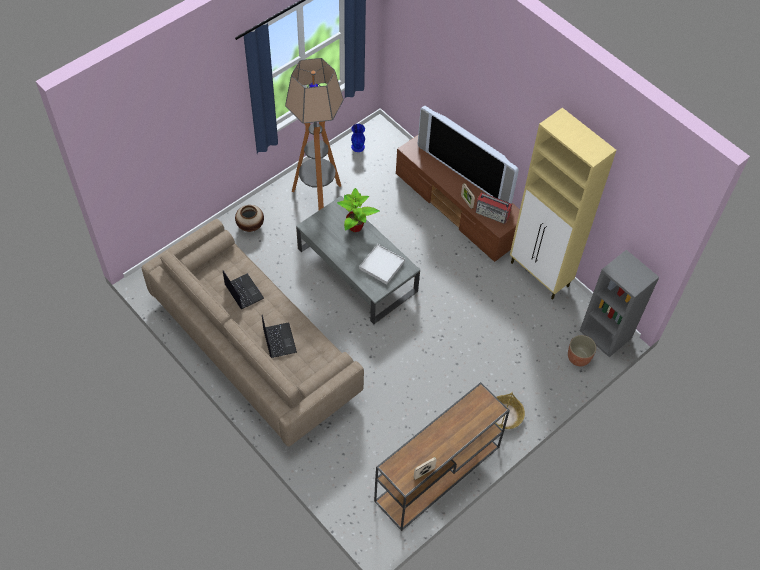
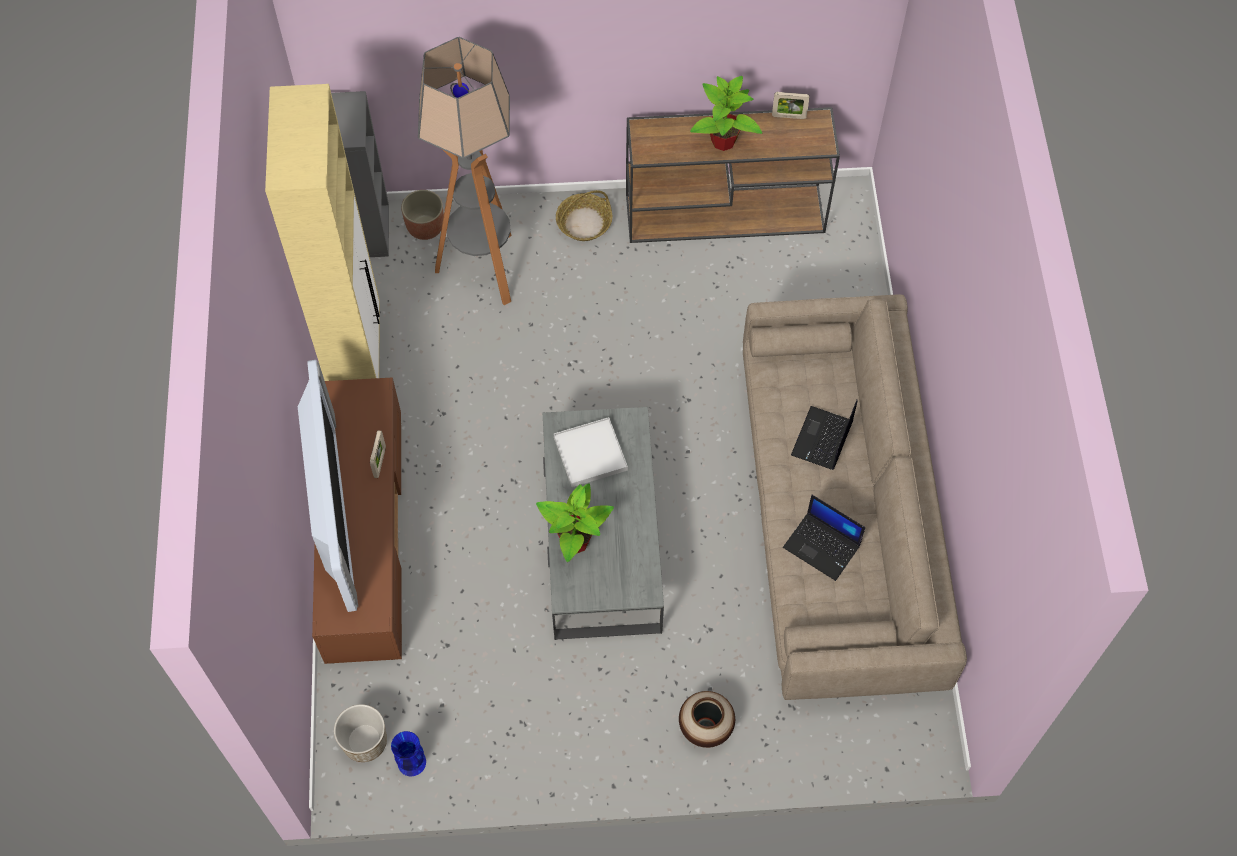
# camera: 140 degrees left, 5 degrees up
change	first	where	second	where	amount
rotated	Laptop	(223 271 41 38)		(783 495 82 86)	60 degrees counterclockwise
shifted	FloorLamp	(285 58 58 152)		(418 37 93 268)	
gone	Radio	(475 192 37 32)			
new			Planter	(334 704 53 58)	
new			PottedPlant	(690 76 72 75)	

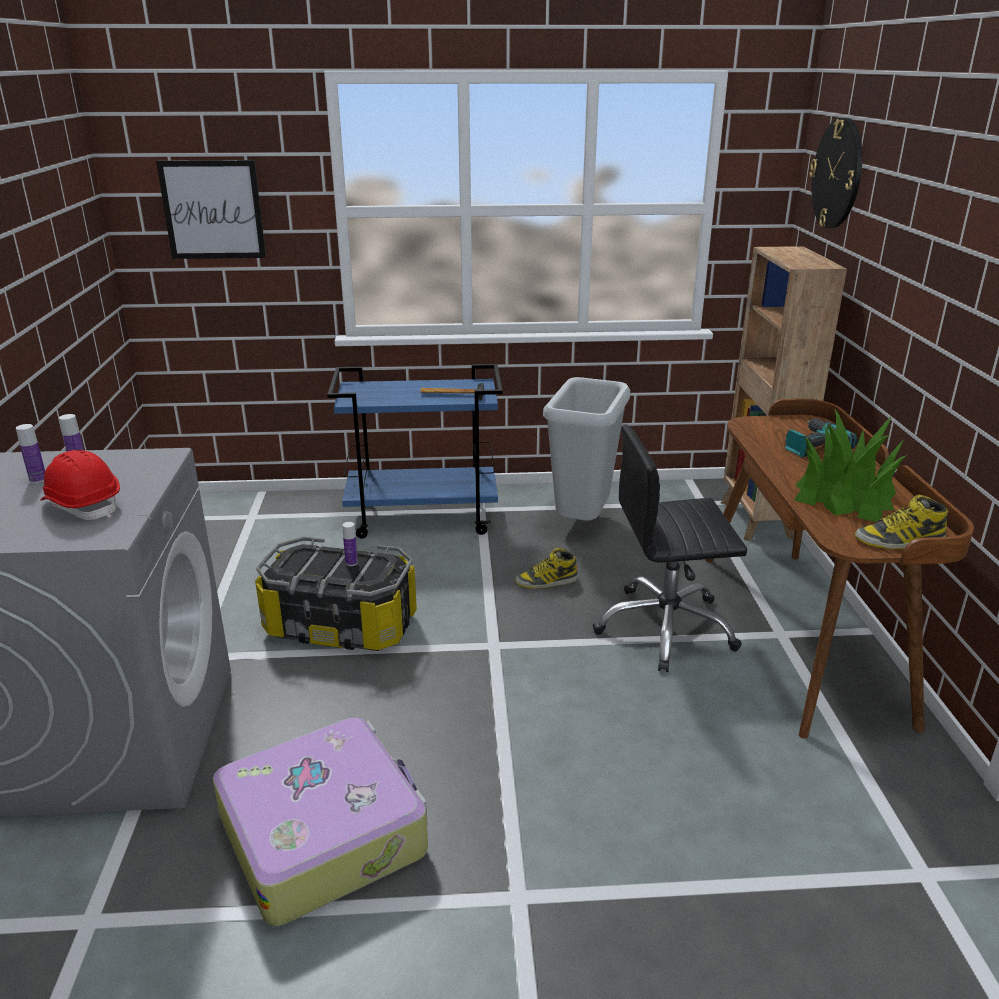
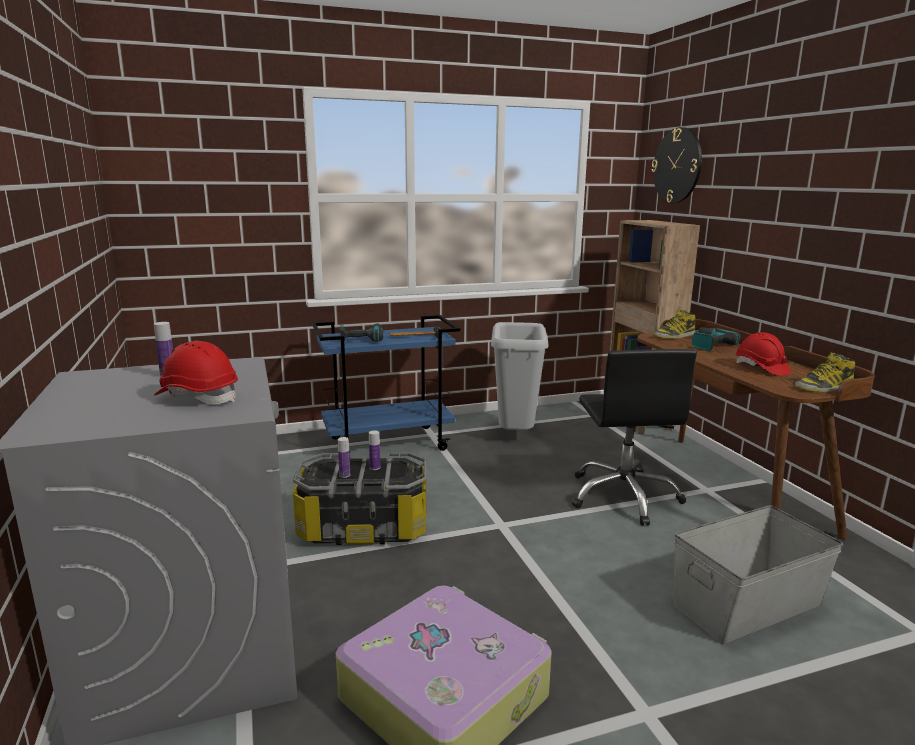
# camera: 15 degrees left, 10 degrees down
change	first	where	second	where	amount
shifted	Bottle	(16 424 29 59)		(338 437 12 41)	
gone	Picture	(156 160 110 99)			
shifted	Boot	(515 548 63 41)		(653 309 43 30)	
rotated	BlackOfficeChair	(593 425 154 247)		(572 349 125 177)	75 degrees counterclockwise
swapped	PottedPlant	(794 409 113 113)	RedHardHat	(736 332 55 44)	
new			PowerDrill	(340 323 43 19)	
new			GreyStorageBox	(674 505 169 139)	

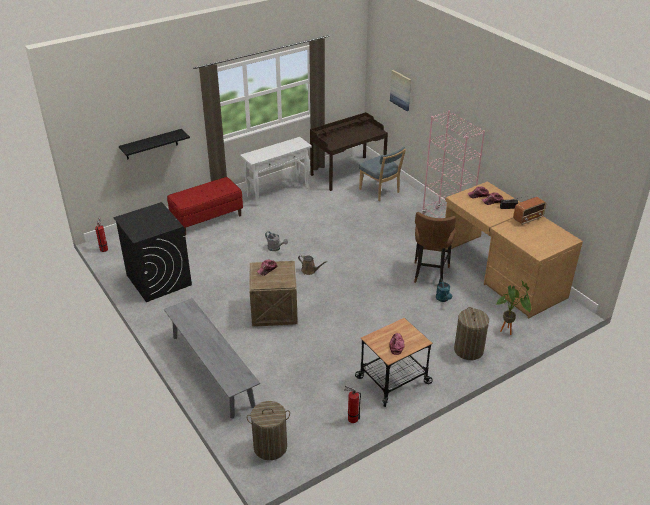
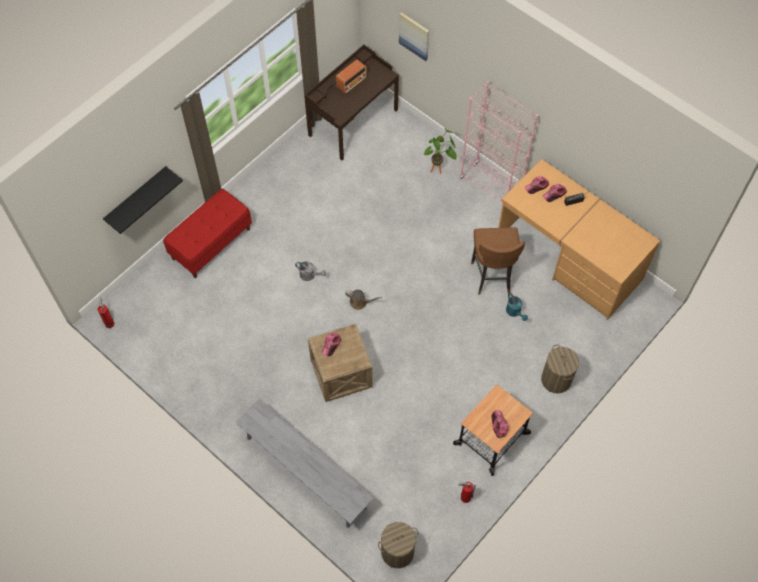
# camera: 15 degrees left, 25 degrees up
change	first	where	second	where	amount
gone	BlackWashingMachine	(113 202 79 100)			
gone	WhiteConsoleTable	(240 137 72 69)			
gone	BlueChair	(359 147 47 54)			
shifted	PottedPlant	(496 281 35 54)		(423 129 34 45)	
shifted	Radio	(513 197 33 28)		(336 60 31 33)	

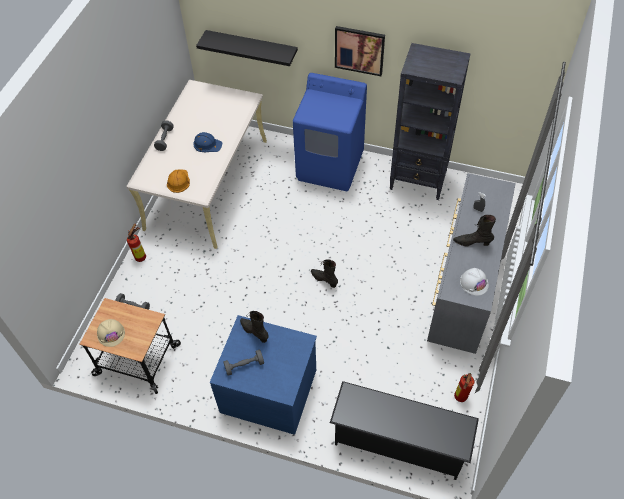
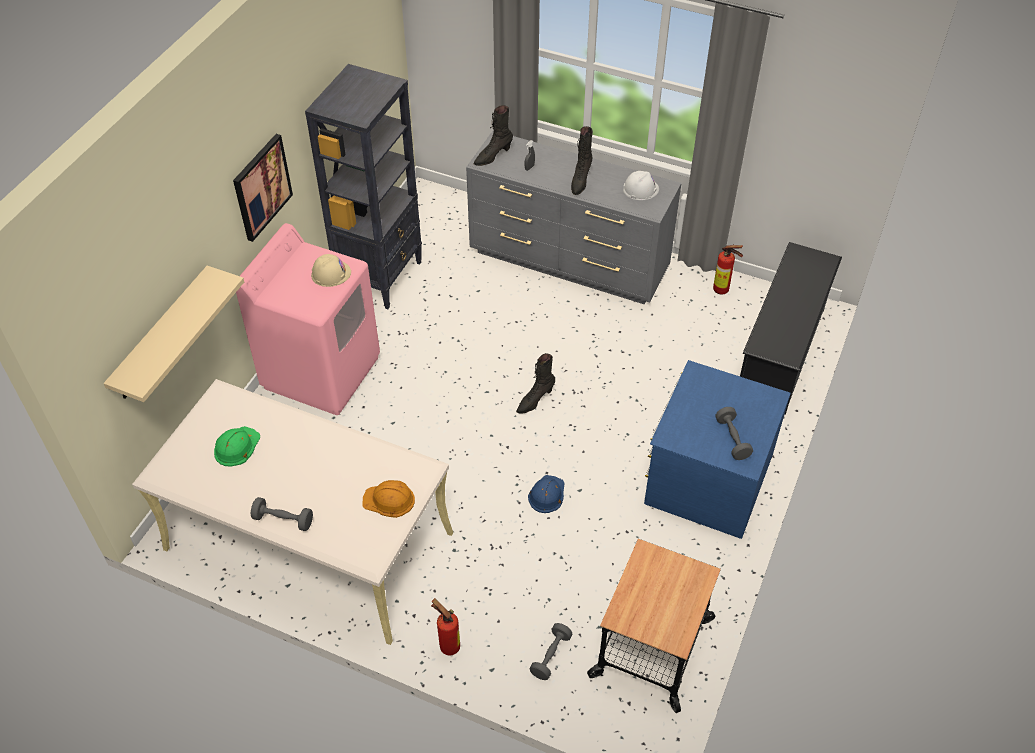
# camera: 85 degrees left, 5 degrees down
change	first	where	second	where	amount
shifted	BeigeHardHat	(97 319 28 28)		(311 254 40 33)	
shifted	BlueHardHat	(193 132 30 20)		(528 475 36 38)	
repainted	BlackShelf	(196 30 102 36)	BeigeShelf	(104 266 140 136)	
shifted	BlackBoot	(240 311 28 32)		(473 105 40 61)	
repainted	BlueWashingMachine	(293 73 74 118)	PinkWashingMachine	(236 223 144 192)	
new			GreenHardHat	(214 426 46 41)	

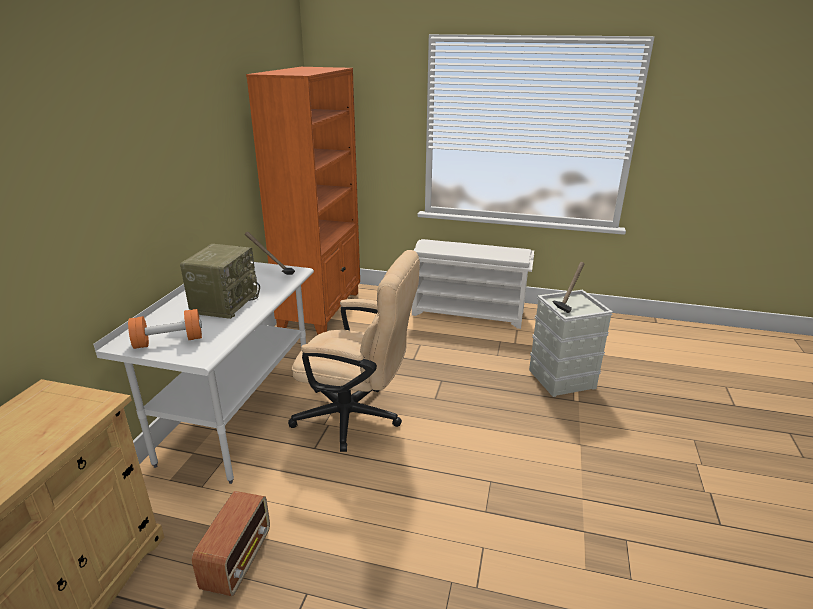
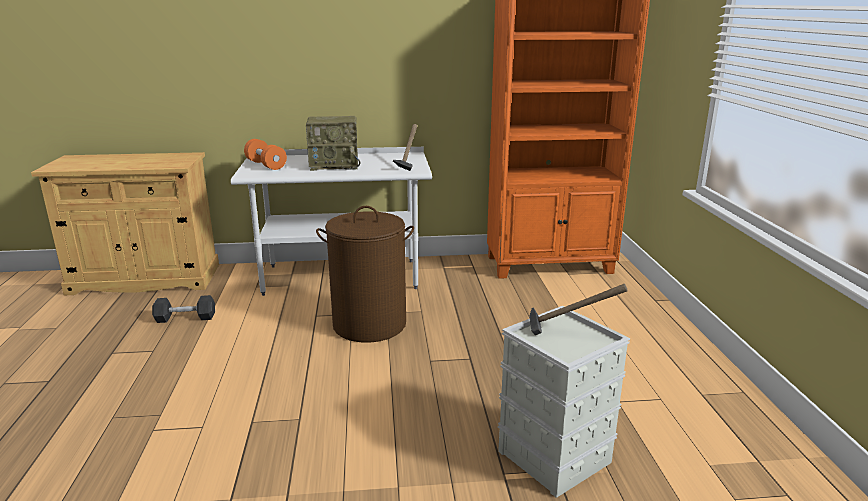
# camera: 70 degrees right, 5 degrees down
change	first	where	second	where	amount
swapped	Radio	(192 491 78 105)	GreyDumbbell	(152 295 63 28)	
swapped	BeigeOfficeChair	(288 250 132 202)	BrownLaundryBasket	(316 206 98 137)	
gone	WhiteShoeRack	(412 239 122 90)			

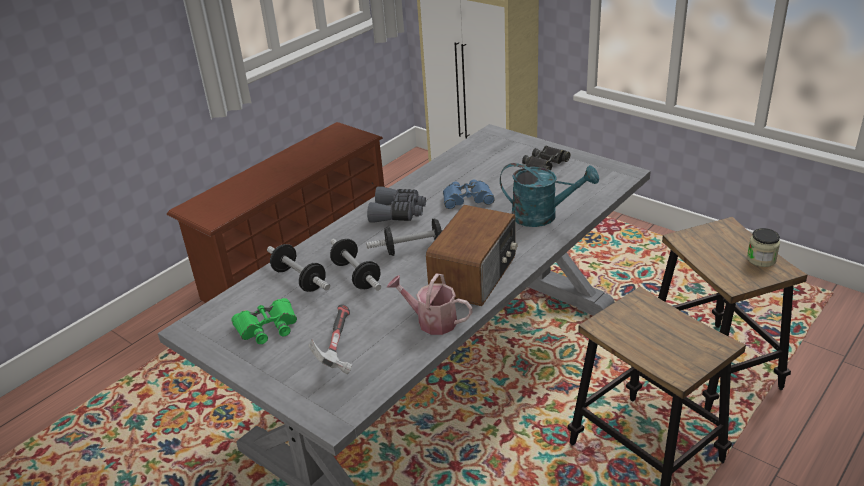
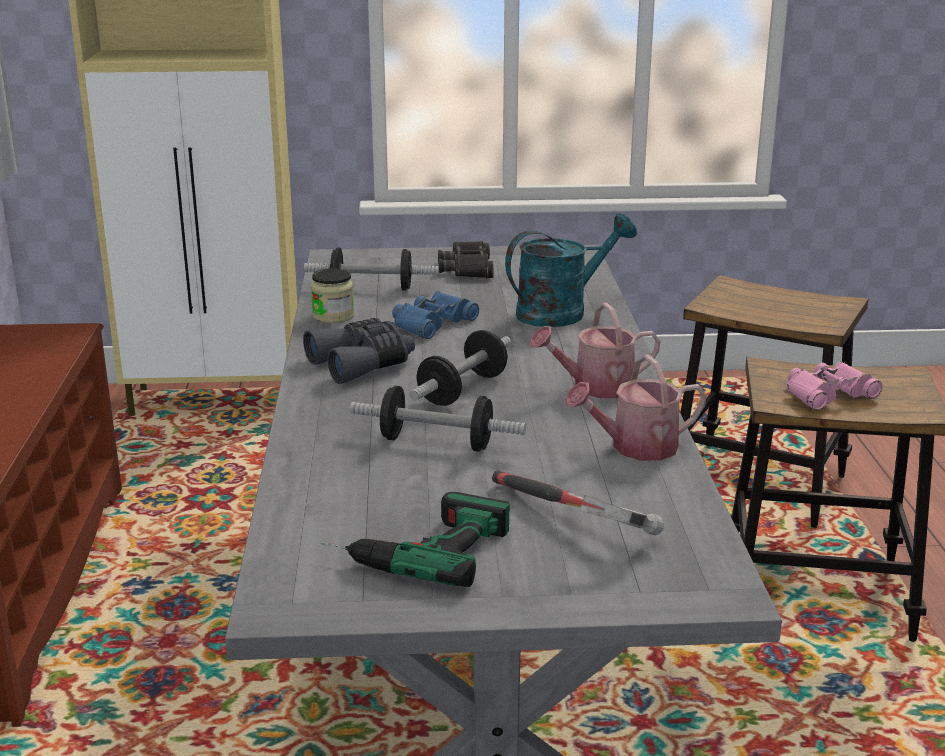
# camera: 45 degrees left, 10 degrees down
change	first	where	second	where	amount
swapped	GreenBinoculars	(231 298 66 46)	PowerDrill	(321 492 189 95)	
shifted	Dumbbell	(267 244 63 48)		(304 248 135 43)	
swapped	Radio	(426 205 92 101)	WateringCan	(530 302 130 96)	
shifted	Jar	(747 228 33 39)		(311 268 44 55)	
new			PinkBinoculars	(787 361 95 50)	

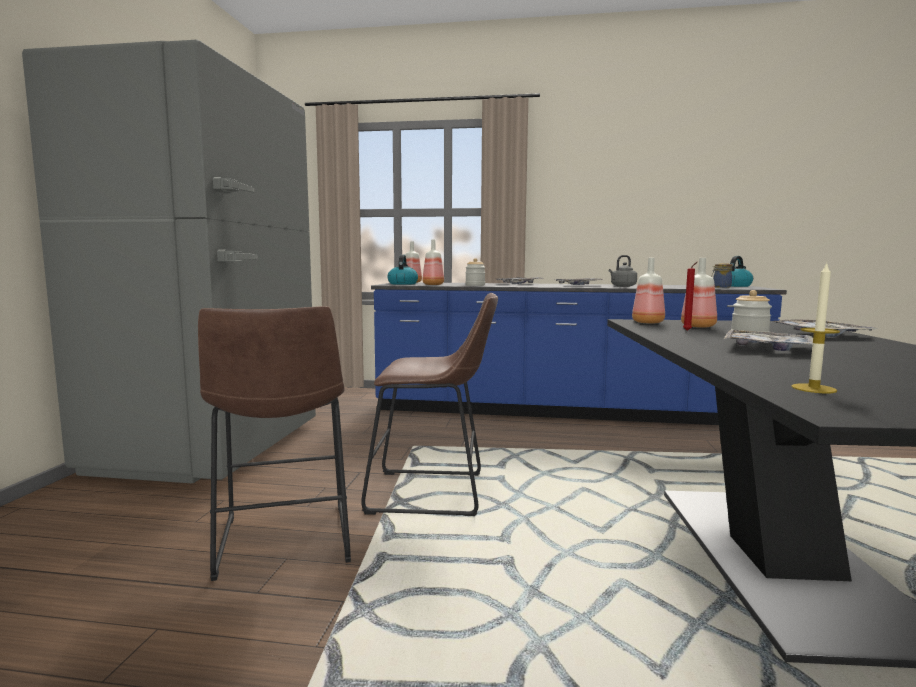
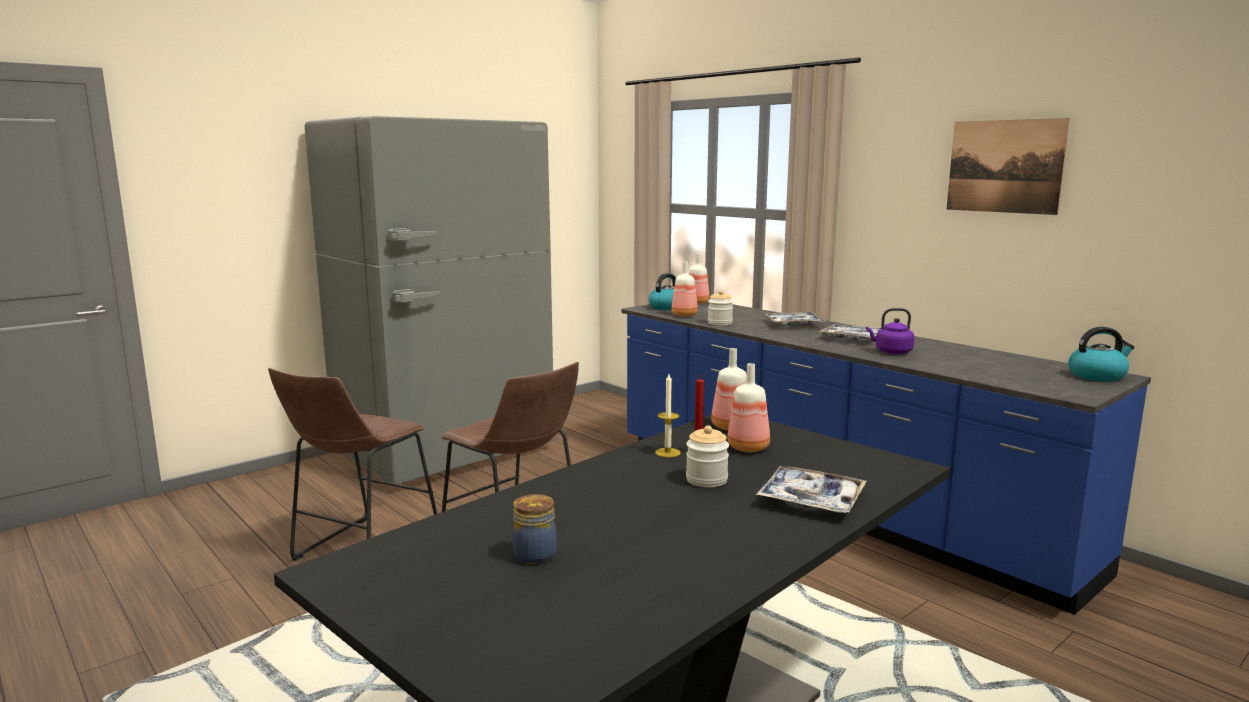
# camera: 40 degrees right, 5 degrees up
change	first	where	second	where	amount
repainted	GreyKettle	(609 255 28 32)	PurpleKettle	(866 308 49 46)	
shifted	Jar	(711 263 22 25)		(513 494 44 70)	
gone	Tray	(724 330 89 21)			
shifted	Candle	(791 262 49 131)		(655 374 26 83)	
new			Picture	(947 118 123 97)	

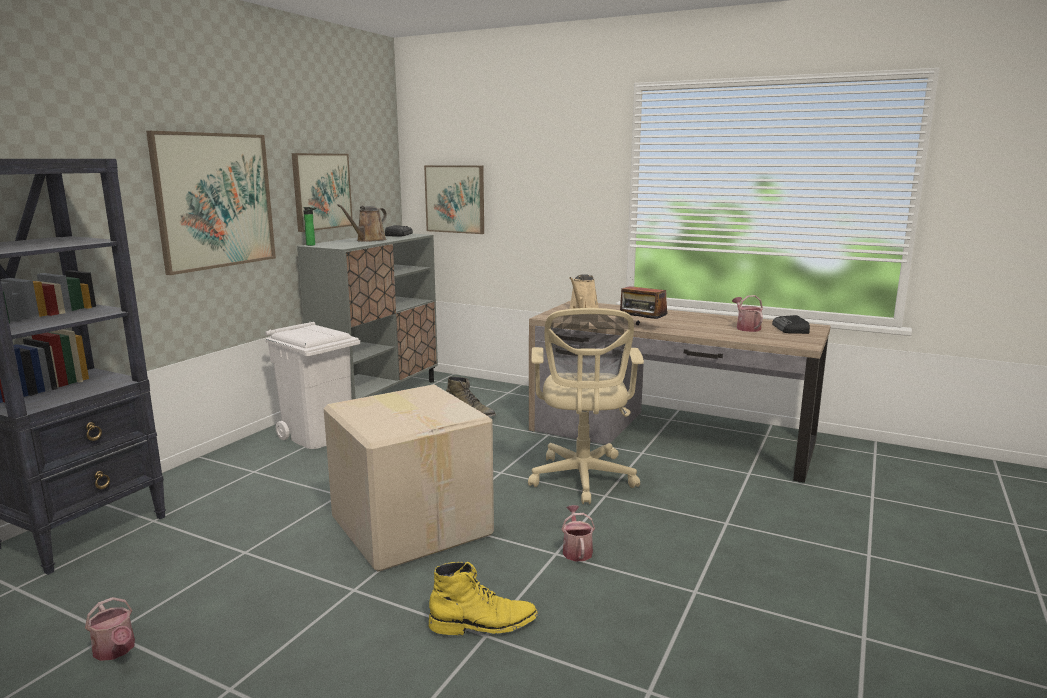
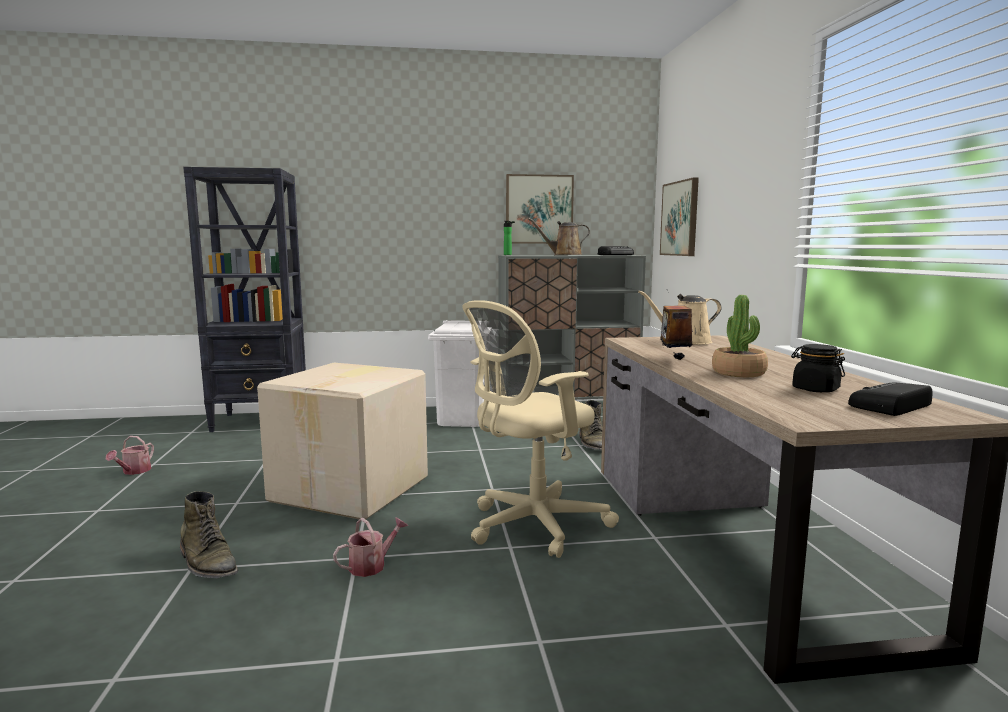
# camera: 55 degrees right, 5 degrees down
change	first	where	second	where	amount
gone	Picture	(146 131 130 144)			
repainted	YellowBoot	(429 562 109 73)	GreenBoot	(180 491 58 87)	
swapped	WateringCan	(732 295 31 37)	BlackJar	(791 344 54 48)	
new			PottedPlant	(712 295 56 82)	

